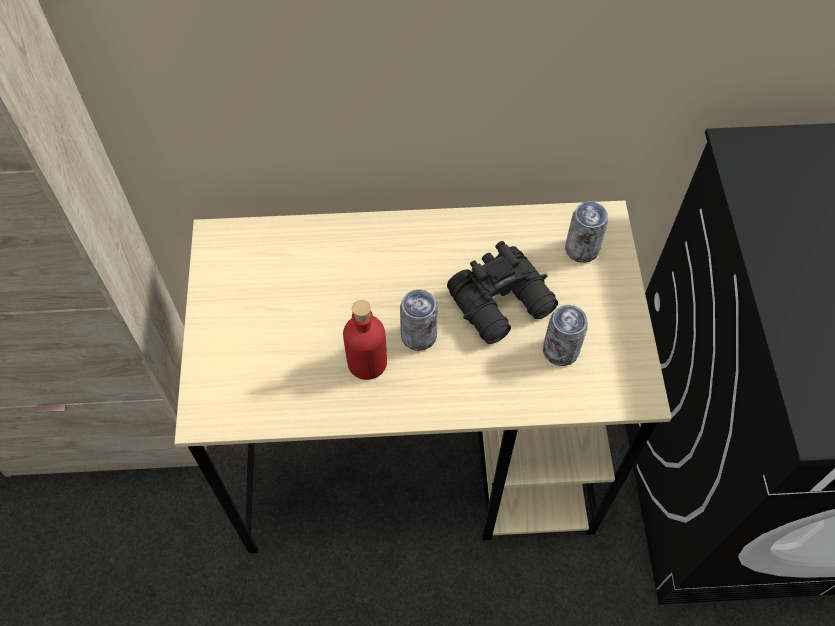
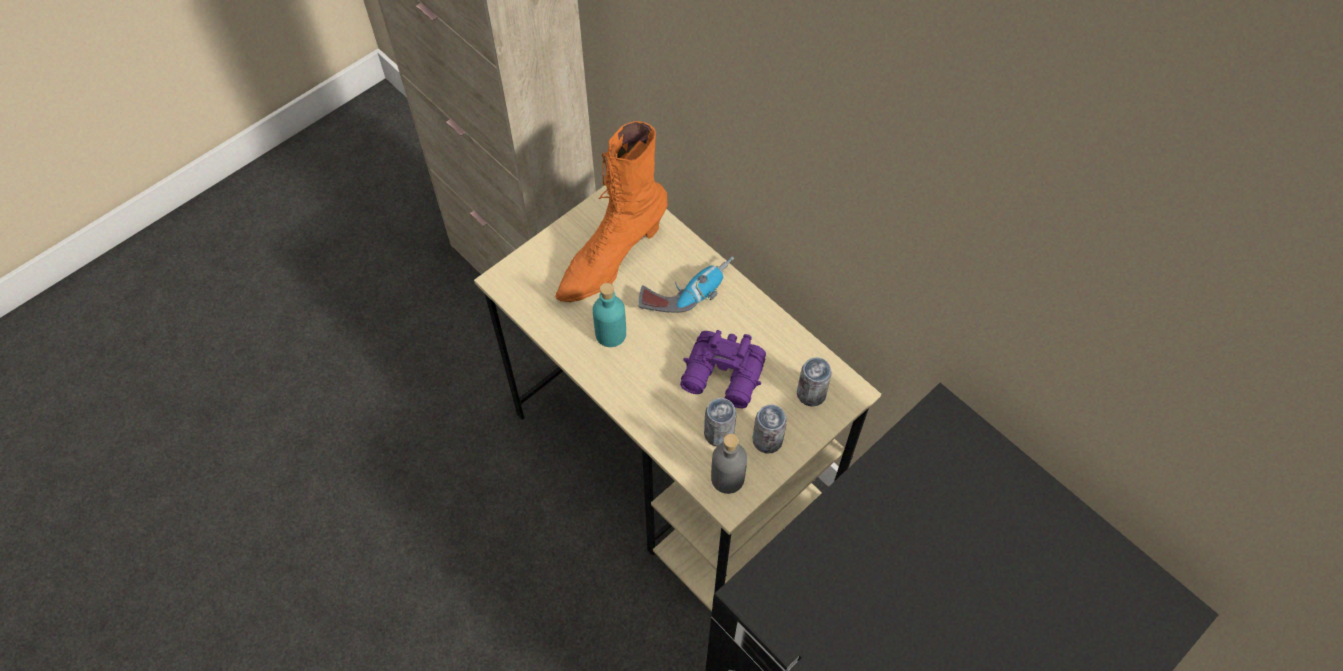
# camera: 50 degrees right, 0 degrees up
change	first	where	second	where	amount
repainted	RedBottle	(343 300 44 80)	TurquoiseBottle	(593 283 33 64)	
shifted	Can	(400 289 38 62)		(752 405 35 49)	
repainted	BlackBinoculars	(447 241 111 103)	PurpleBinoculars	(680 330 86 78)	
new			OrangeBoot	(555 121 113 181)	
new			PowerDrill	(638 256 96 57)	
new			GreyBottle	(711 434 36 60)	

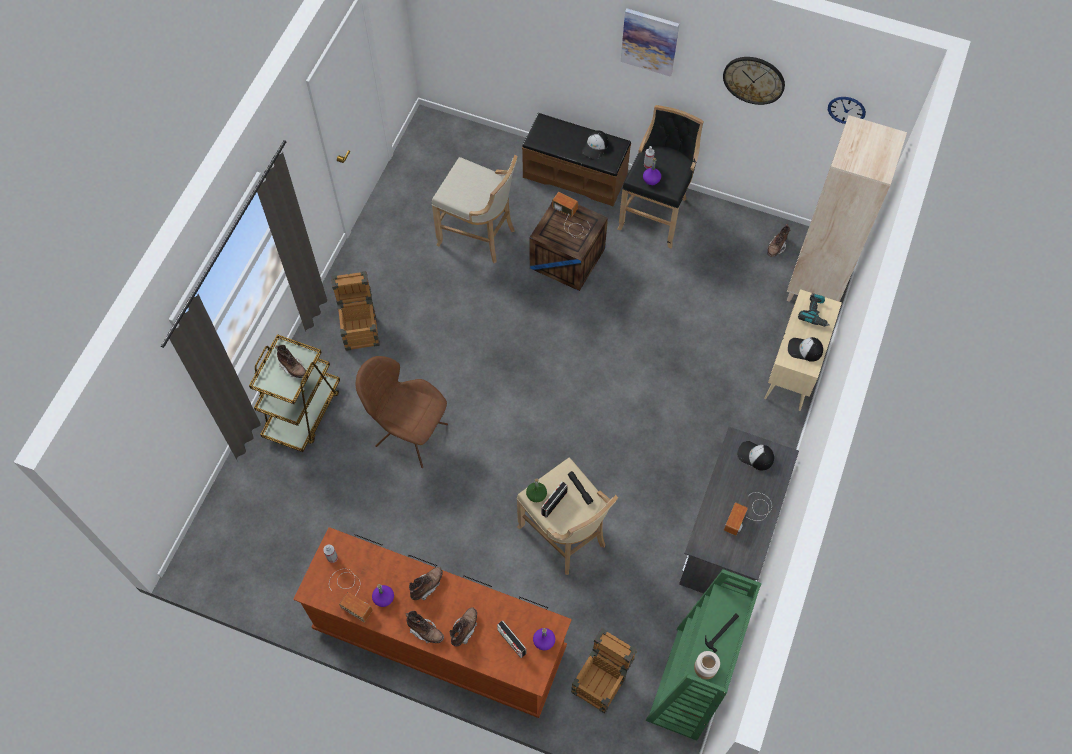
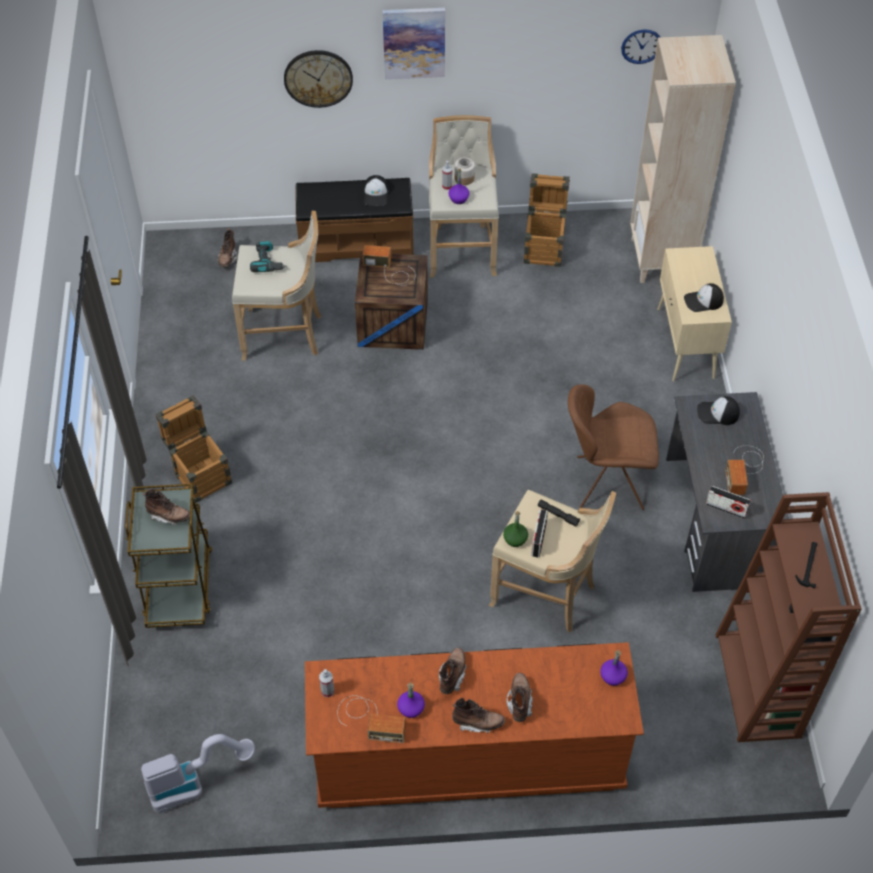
# camera: 25 degrees left, 10 degrees down
change	first	where	second	where	amount
shifted	BrownChair	(356 356 92 112)		(568 384 91 126)	
shifted	Radio	(497 620 30 38)		(706 486 45 33)	
shifted	Crate	(571 628 66 86)		(523 173 47 94)	
repainted	BlackStool	(617 105 87 143)	BeigeStool	(429 115 70 163)	
repainted	GreenBookcase	(646 569 116 172)	BrownBookcase	(716 492 146 250)	
shifted	Jar	(694 651 26 28)		(454 158 21 27)	
shifted	WallClock	(723 57 62 48)		(284 50 69 58)	
shifted	BrownBoot	(767 224 23 33)		(217 228 20 39)	
shifted	PowerDrill	(798 293 32 34)		(250 241 37 31)	
new			VacuumCleaner	(141 734 114 79)	

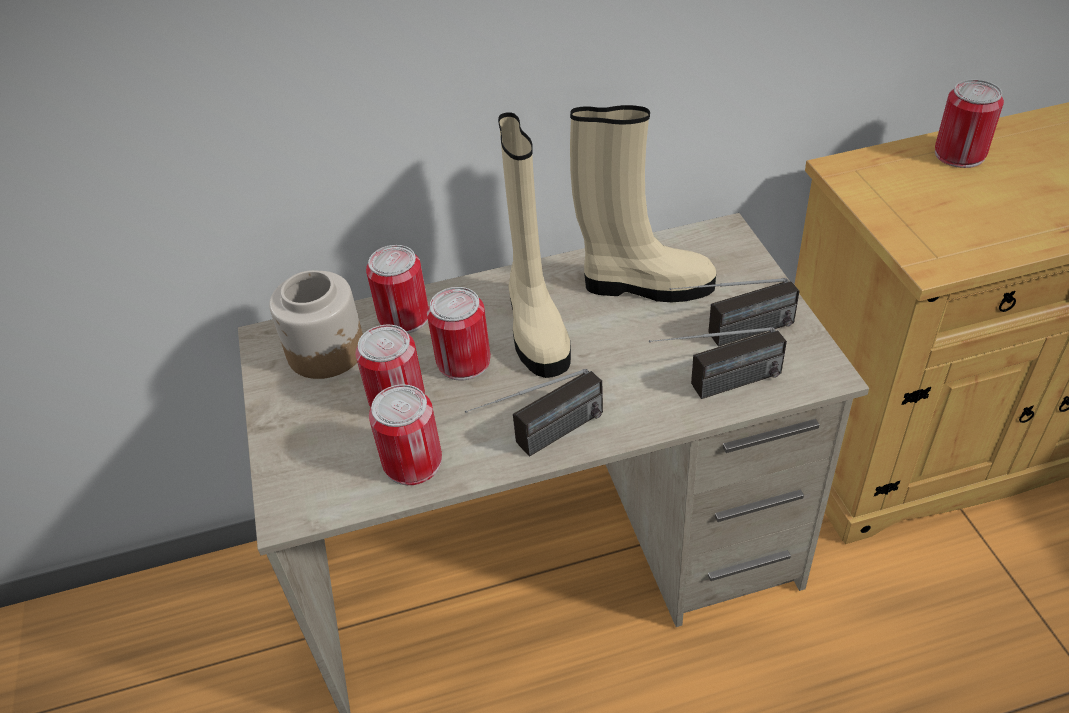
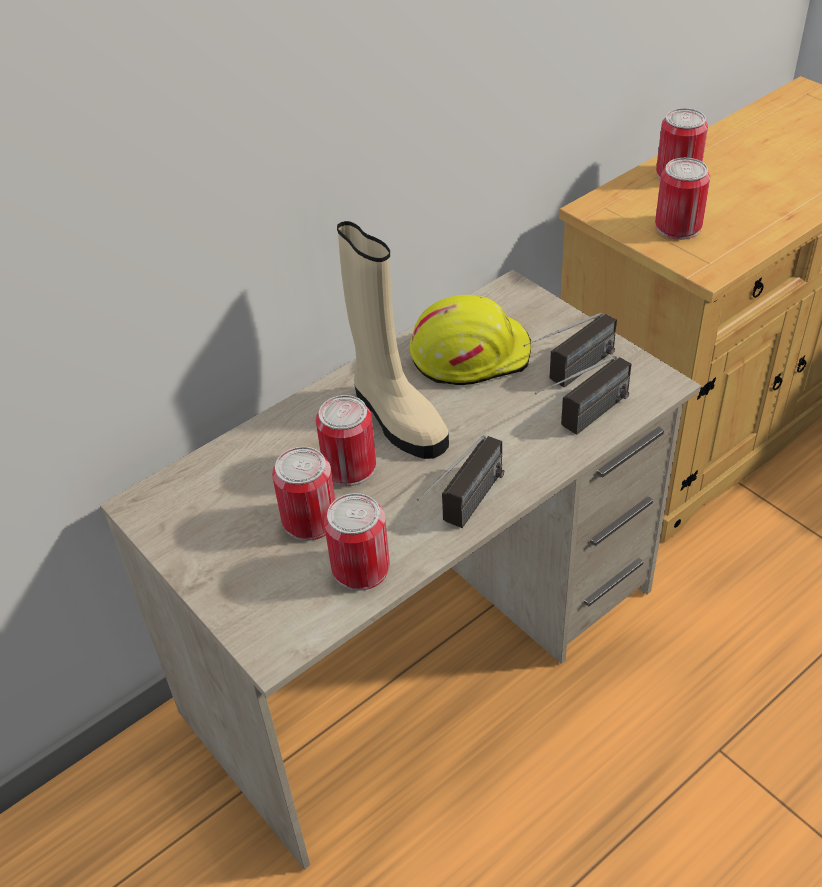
# camera: 25 degrees left, 0 degrees up
change	first	where	second	where	amount
gone	Jar	(269 270 94 109)			
shifted	Can	(366 245 63 88)		(655 158 55 82)	
swapped	BeigeBoot	(570 105 146 197)	YellowHardHat	(410 295 121 90)	

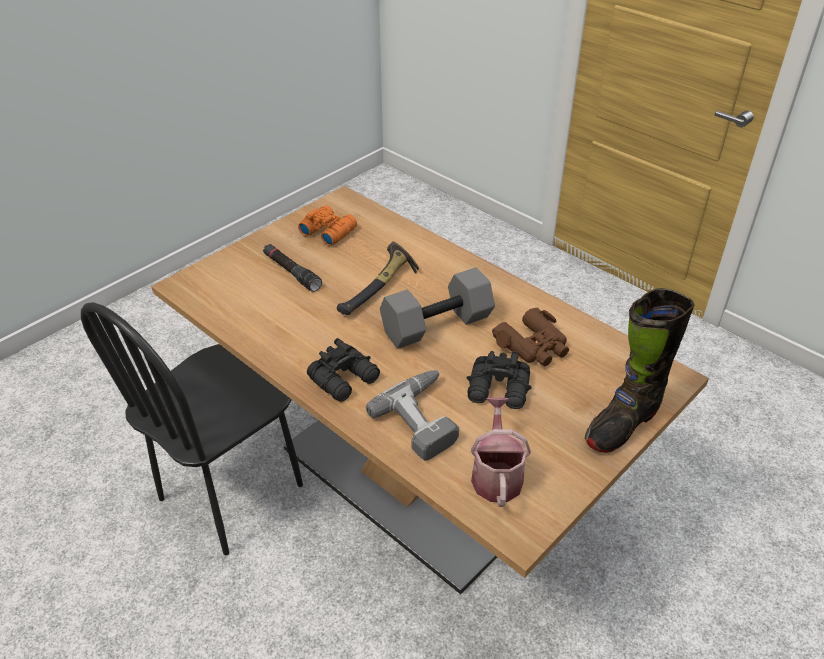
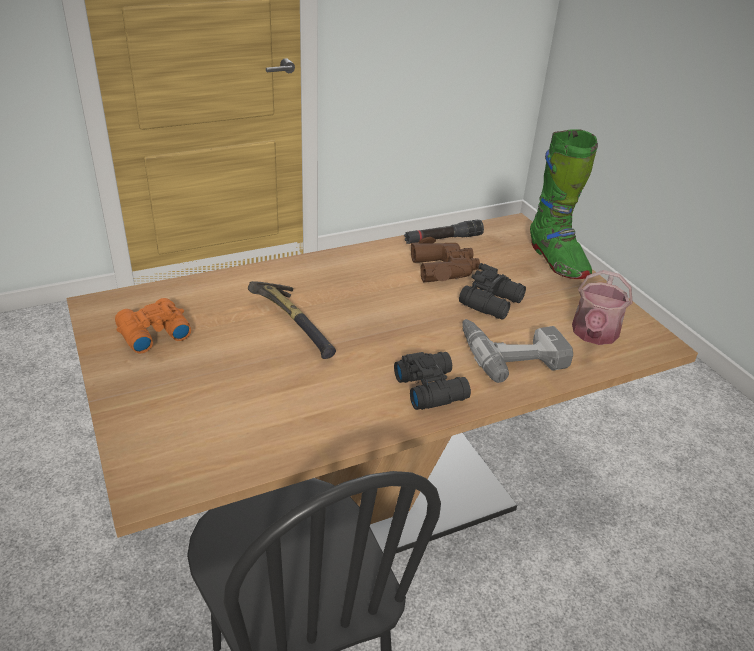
# camera: 70 degrees left, 5 degrees down
change	first	where	second	where	amount
shifted	BlackFlashlight	(263 244 59 48)		(404 220 80 24)	
gone	GreyDumbbell	(380 267 115 82)			
rotated	WateringCan	(471 397 60 110)		(572 270 61 75)	90 degrees counterclockwise
repainted	BlackBoot	(585 288 110 165)	GreenBoot	(530 129 68 150)	

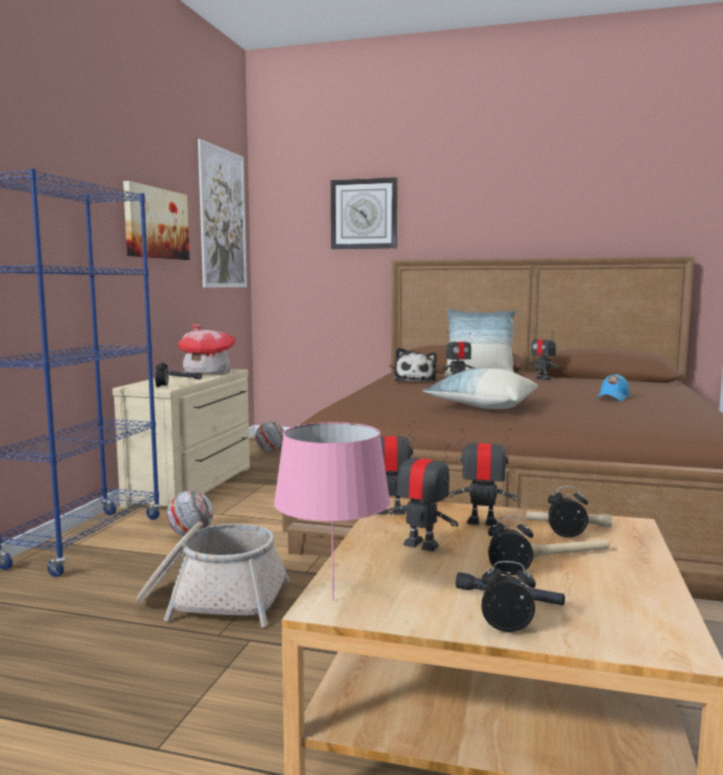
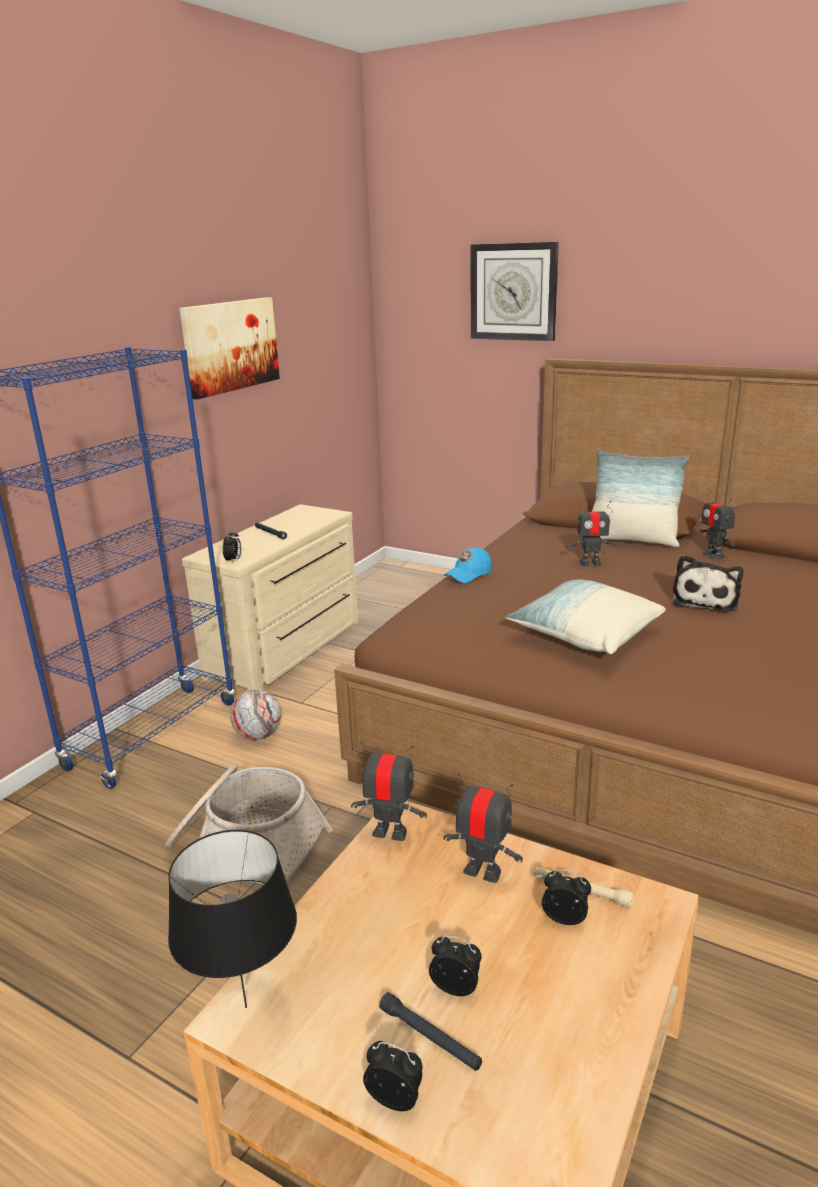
# camera: 15 degrees right, 15 degrees up
change	first	where	second	where	amount
gone	ToyHouse	(178 324 58 50)			
gone	Picture	(198 139 49 149)			
gone	Football	(255 422 29 30)			
repainted	PinkTableLamp	(274 422 117 179)	BlackTableLamp	(168 830 129 178)	
gone	ToyRobot	(386 441 72 110)			
shifted	PlushToy	(394 348 43 33)		(673 555 70 57)	
gone	BeigeFlashlight	(531 539 79 19)			
shifted	BlueCap	(596 374 33 27)		(444 547 48 36)	

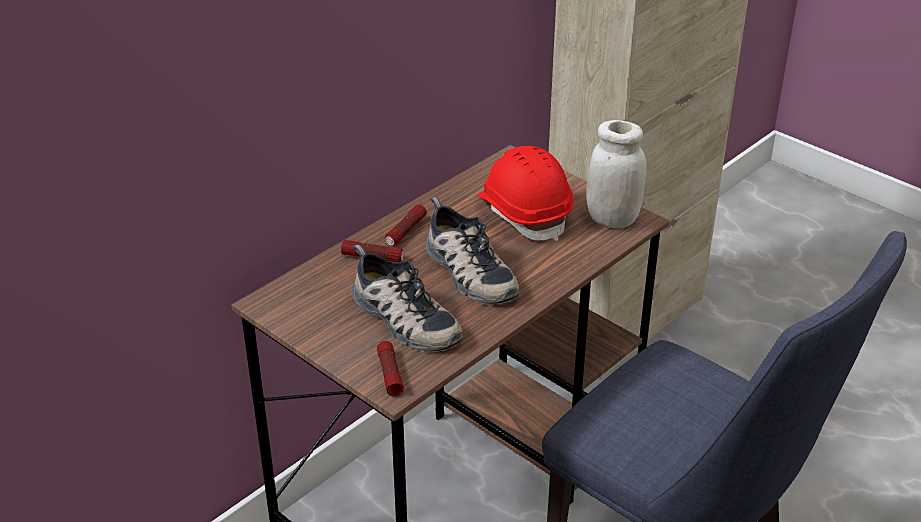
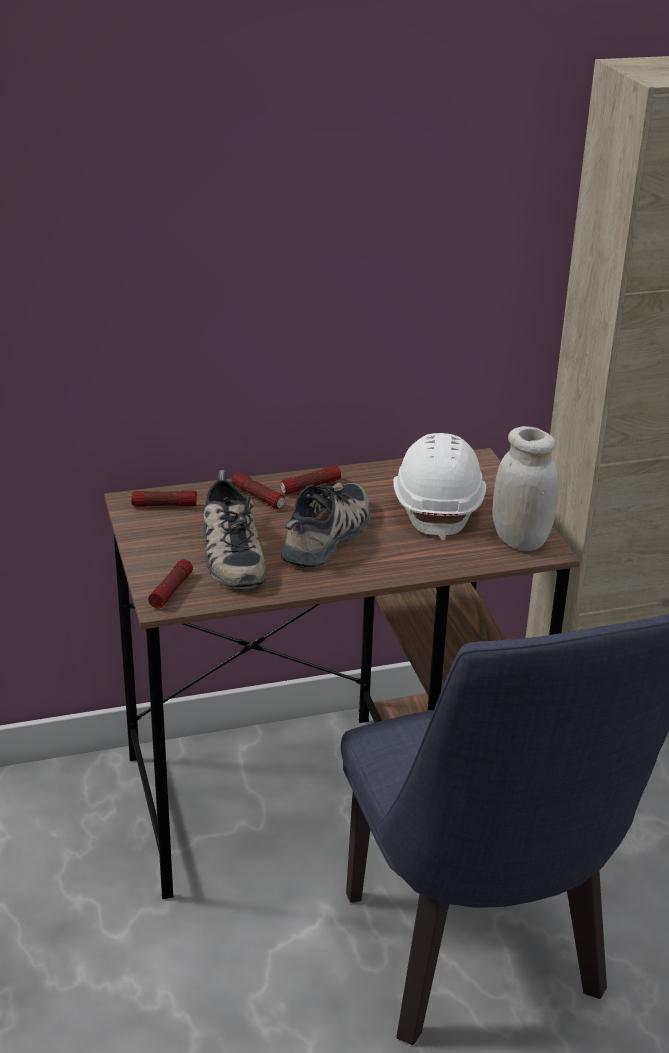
# camera: 30 degrees right, 5 degrees down
change	first	where	second	where	amount
rotated	Shoe	(426 197 93 108)		(281 483 90 85)	150 degrees counterclockwise
repainted	RedHardHat	(478 146 96 95)	WhiteHardHat	(393 433 93 107)	
new			Flashlight	(131 491 66 16)	

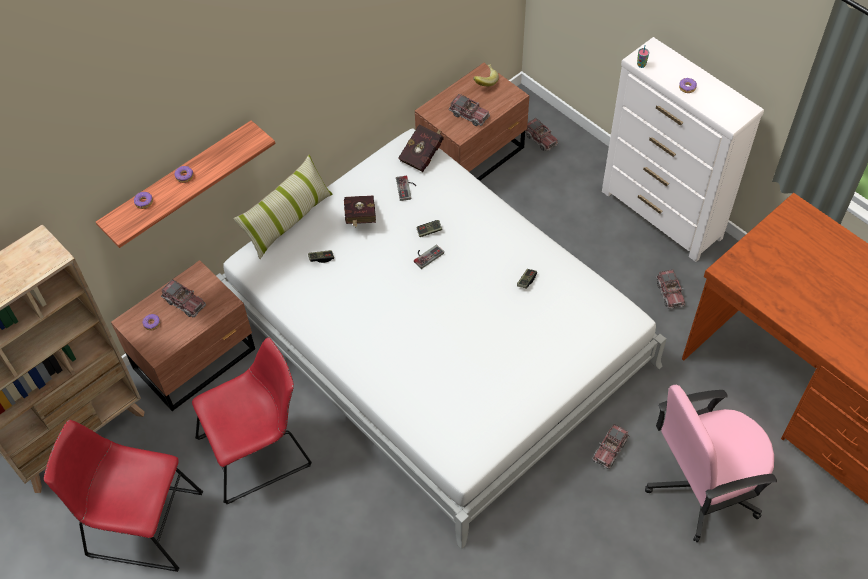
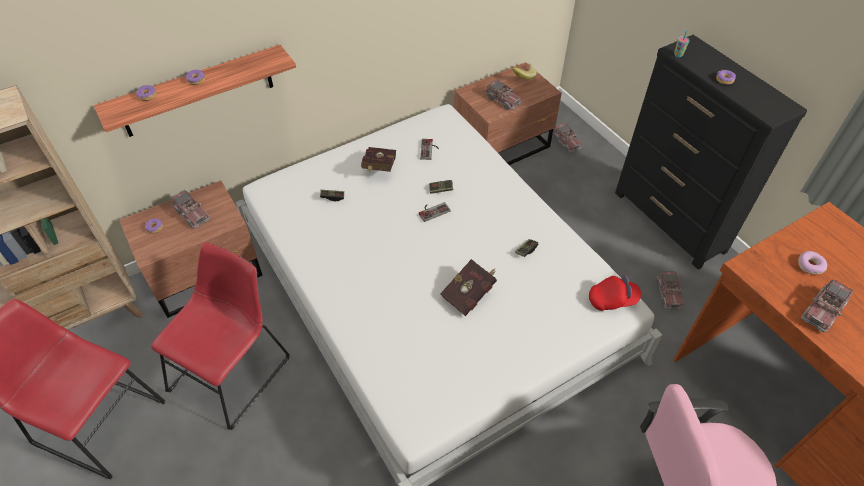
# camera: 10 degrees right, 5 degrees down
change	first	where	second	where	amount
rotated	RedChair	(192 337 120 167)		(151 242 139 188)	45 degrees counterclockwise
gone	Pillow	(234 155 98 104)			
shifted	RedBook	(398 125 46 47)		(440 259 57 57)	
shifted	ToyTruck	(592 424 38 45)		(801 279 52 53)	
repainted	WhiteDresser	(602 37 162 225)	BlackDresser	(615 35 192 235)	
new			RedCap	(589 275 52 36)	
new			Donut	(798 251 29 23)	

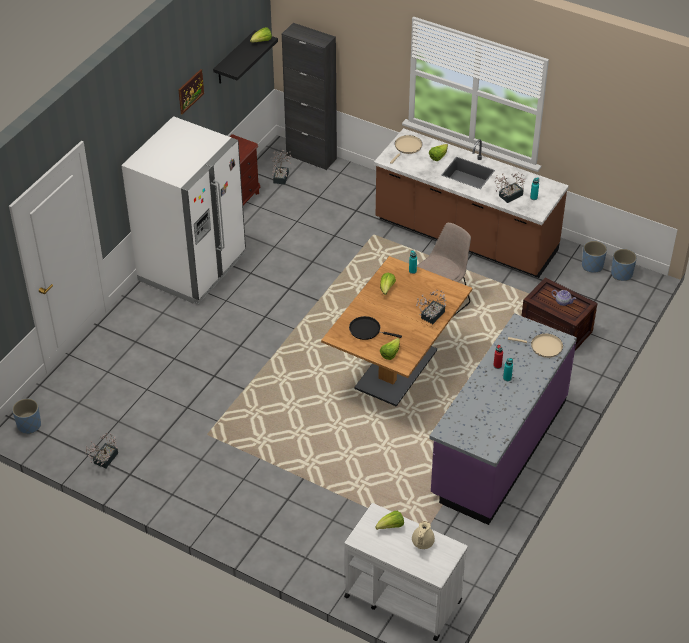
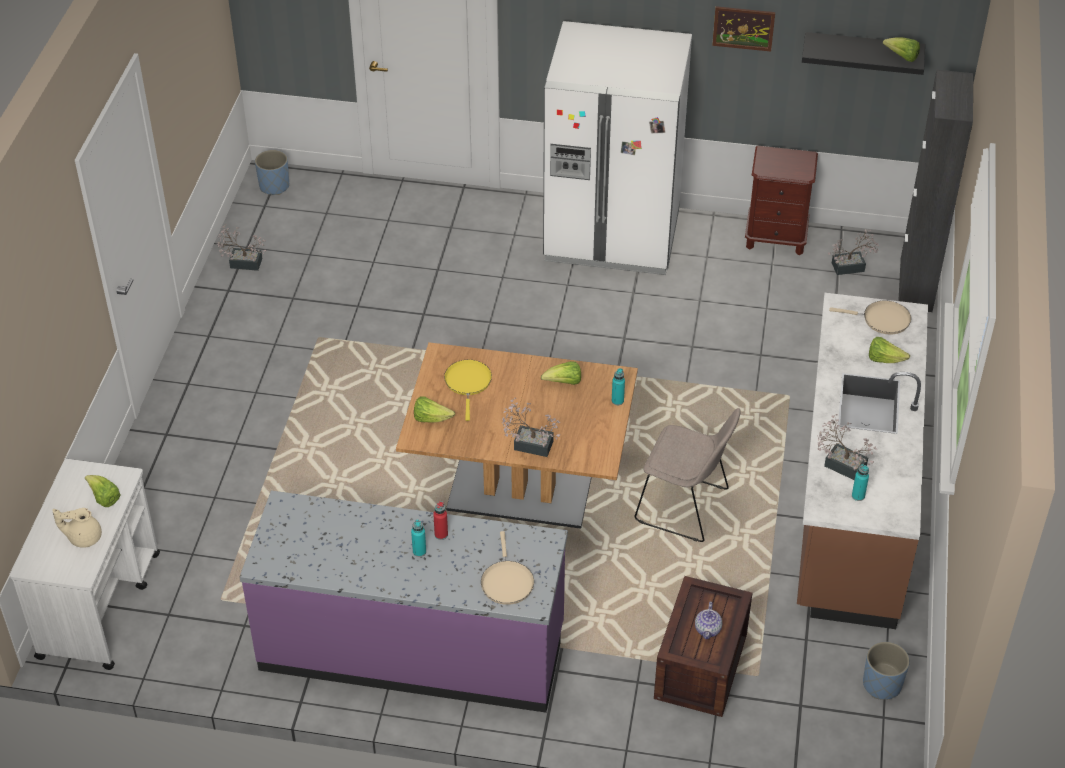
# camera: 70 degrees right, 0 degrees up
change	first	where	second	where	amount
repainted	BlackFryingPan	(349 316 53 24)	YellowFryingPan	(444 360 48 61)	
gone	BluePlanter	(611 249 26 32)			

